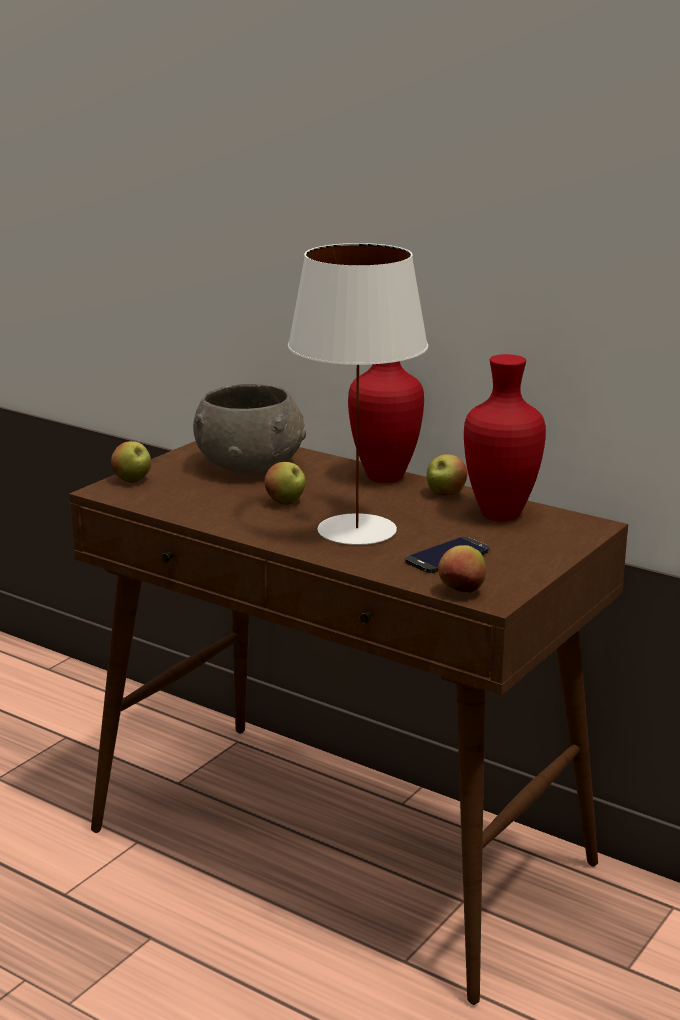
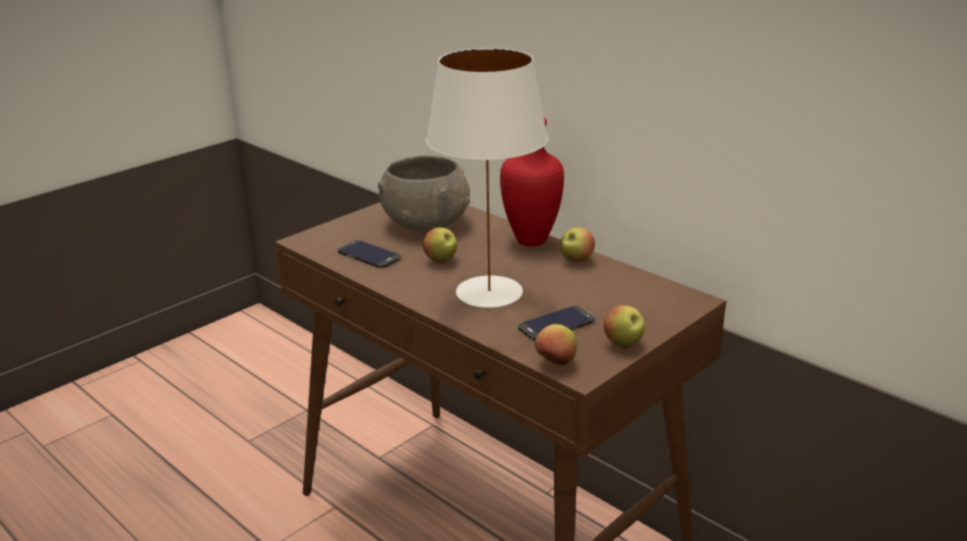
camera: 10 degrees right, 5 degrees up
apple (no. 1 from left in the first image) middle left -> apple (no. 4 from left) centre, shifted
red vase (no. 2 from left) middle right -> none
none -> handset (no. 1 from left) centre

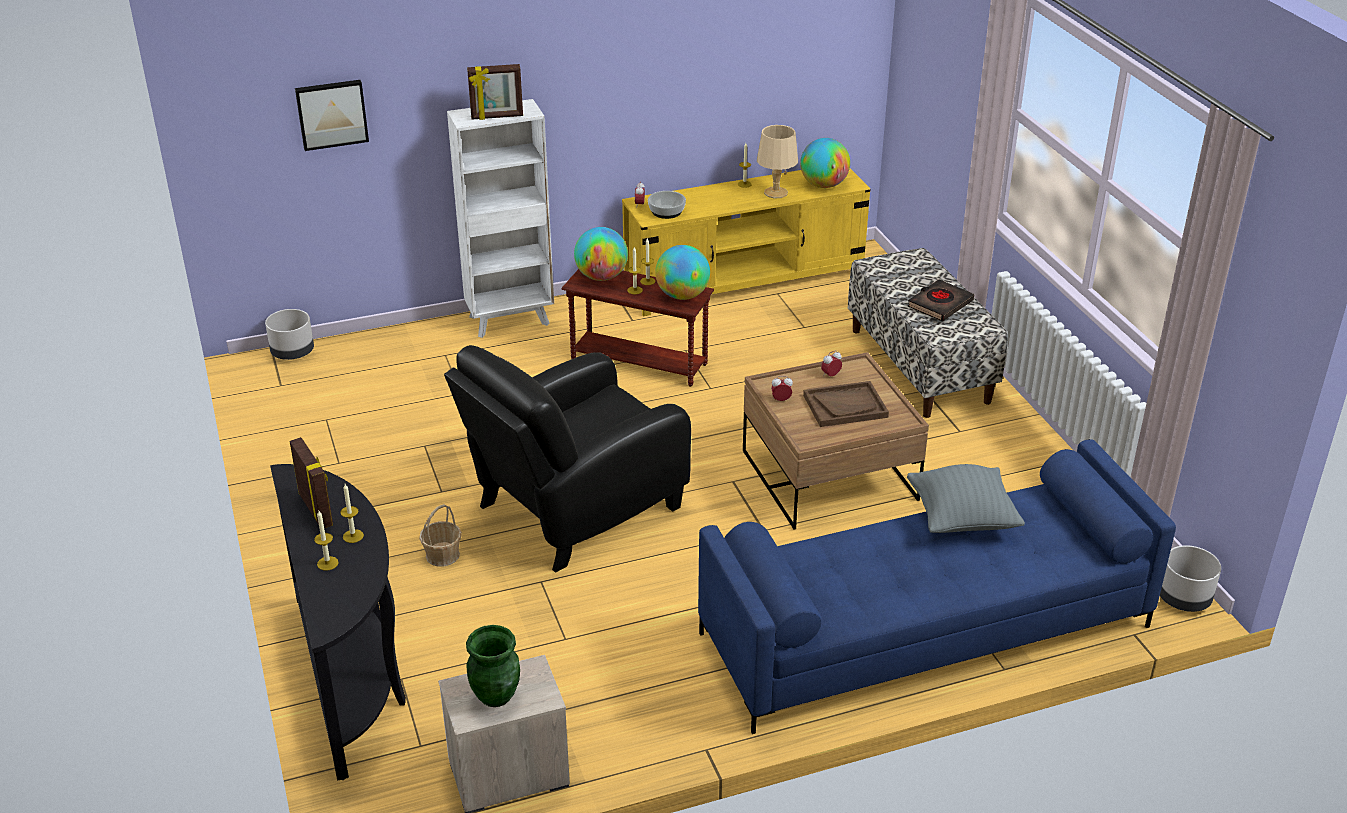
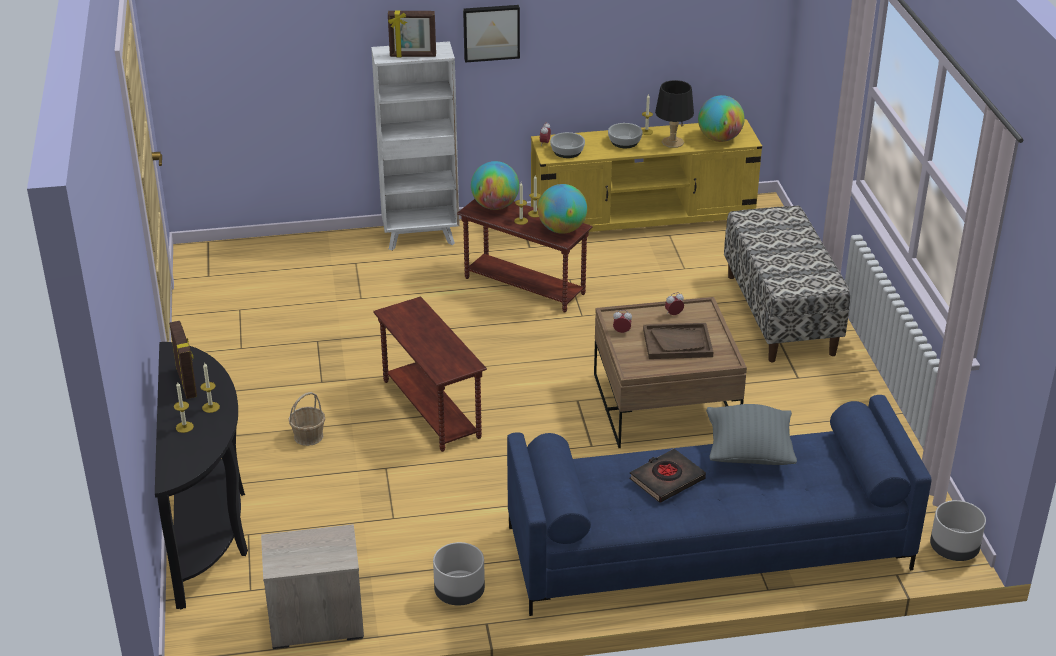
camera: 10 degrees right, 0 degrees up
gray plant pot (no. 1 from left) middle left -> gray plant pot (no. 1 from left) bottom centre, shifted
wall picture top left -> wall picture top centre, shifted
black-coloured easy chair centre -> brown-coloured accent table (no. 1 from left) centre
green vase bottom centre -> none
sand-coloured lamp for a table top centre -> black-coloured lamp for a table top centre
black-coloured bound book middle right -> black-coloured bound book bottom centre, shifted
none -> serving bowl (no. 2 from left) top centre

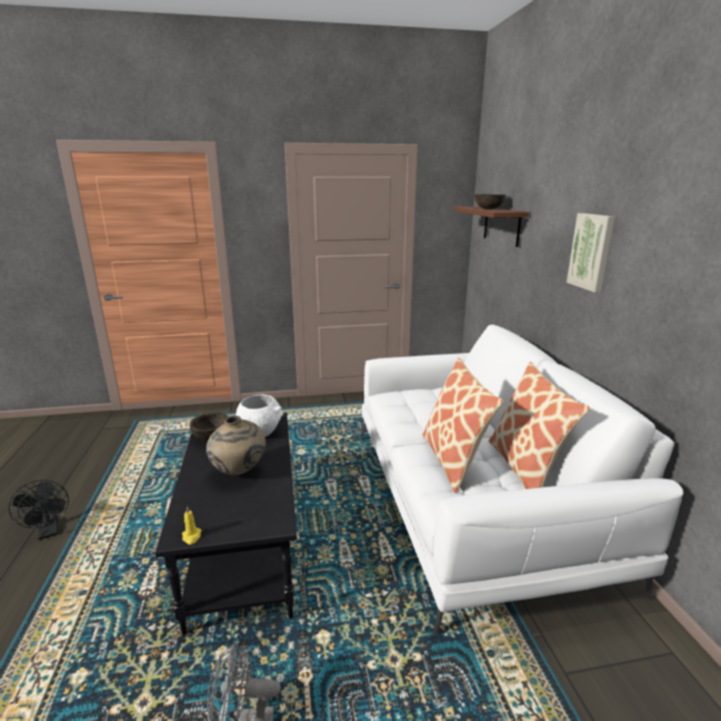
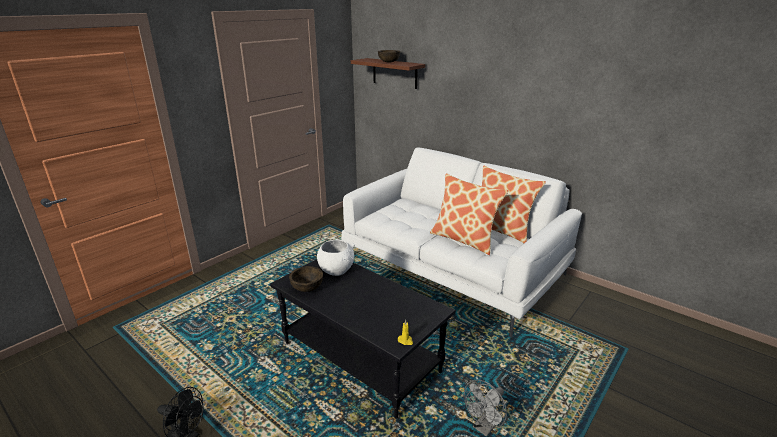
camera: 40 degrees left, 5 degrees up
sand-coloured vase middle left -> none
wall picture middle right -> none

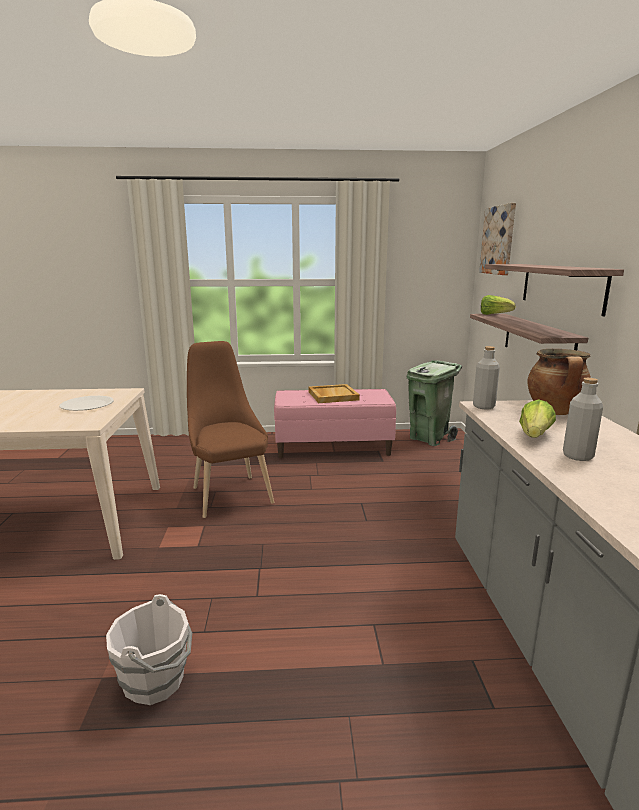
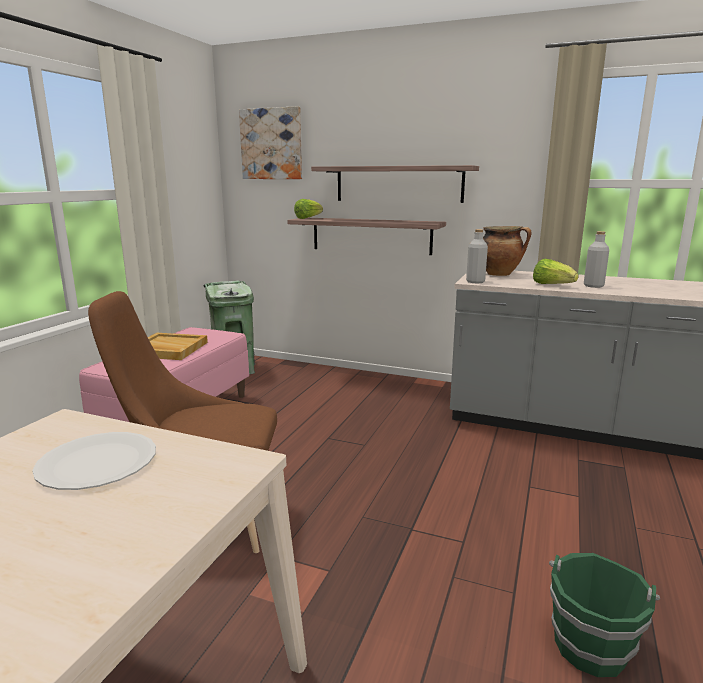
camera: 65 degrees left, 0 degrees up
white pail bottom left -> green pail bottom right

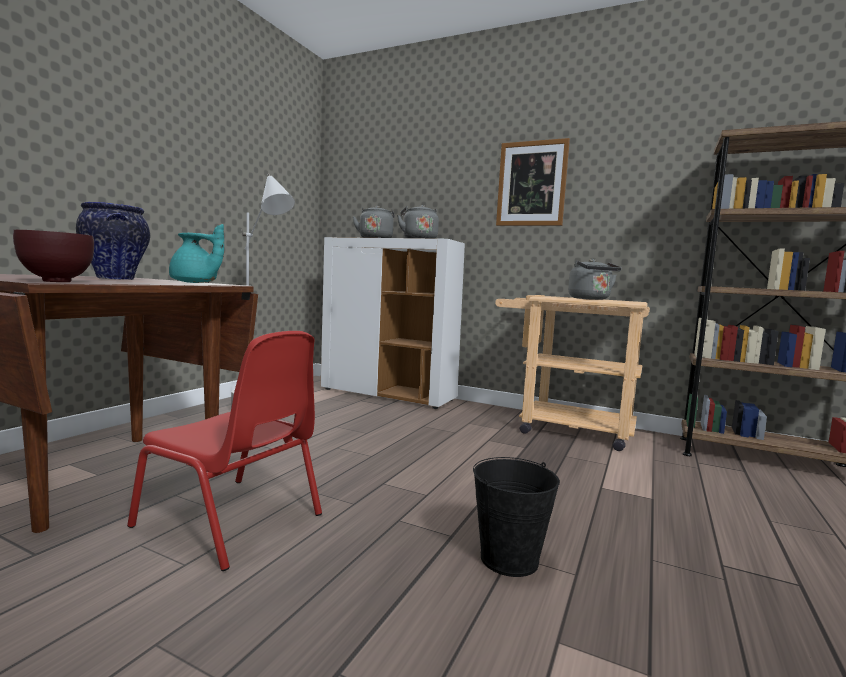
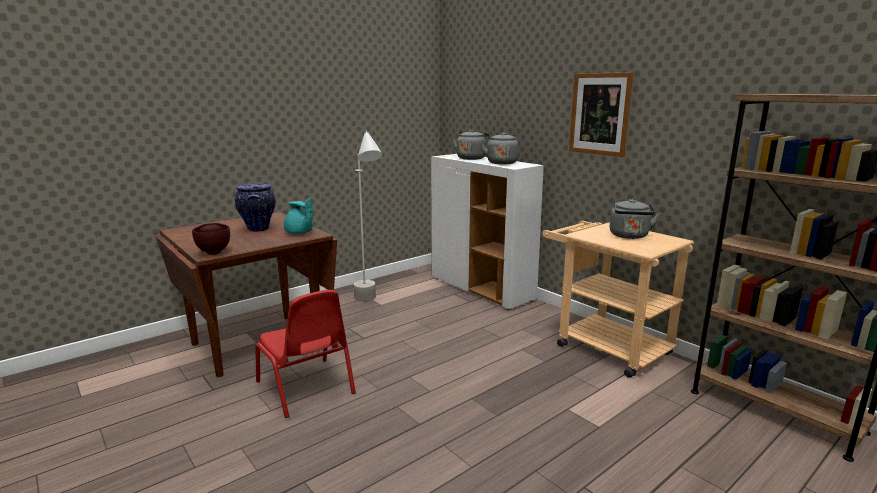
camera: 25 degrees right, 10 degrees up
black-coloured pail bottom centre -> none

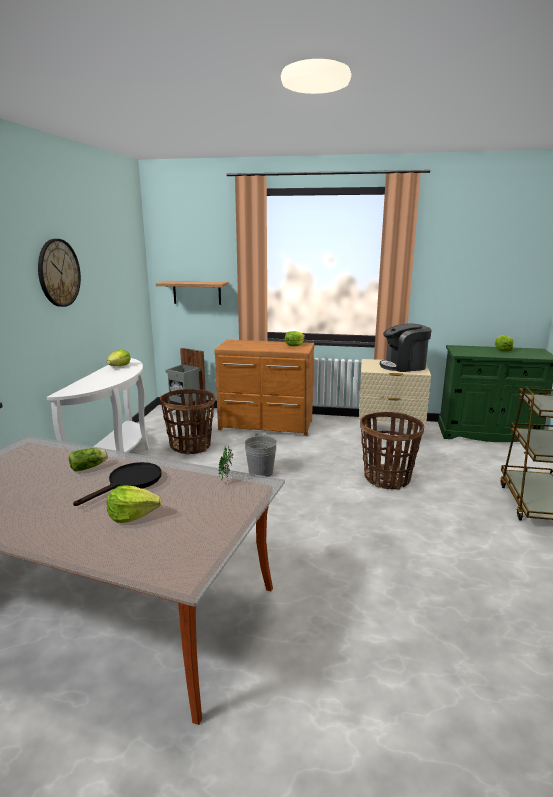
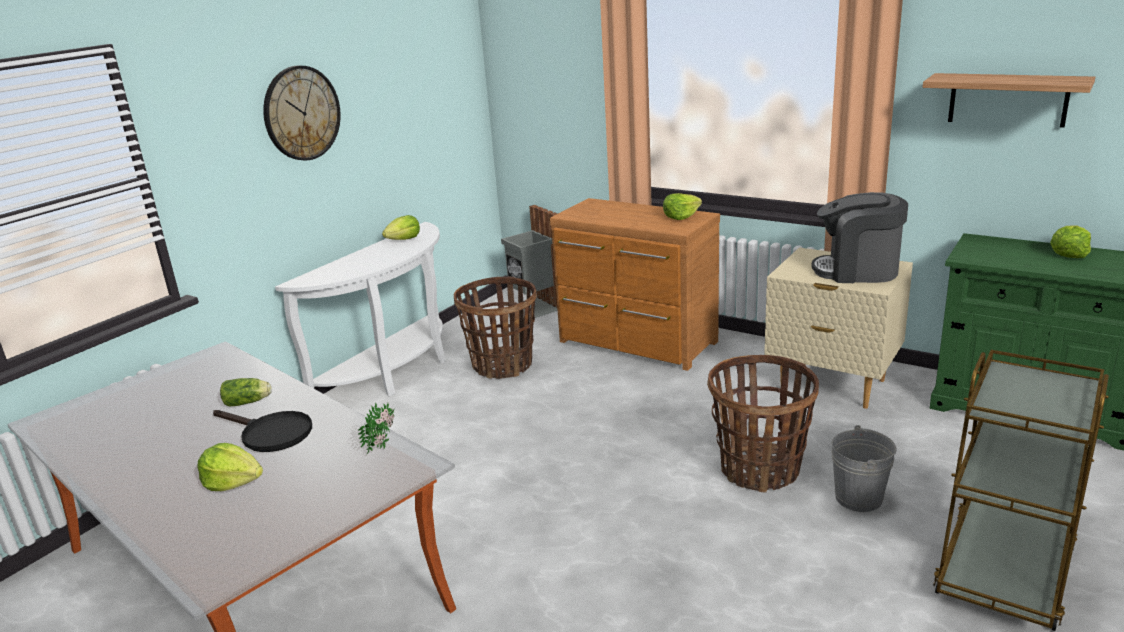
camera: 25 degrees right, 5 degrees up
black-coloured frying pan middle left -> black-coloured frying pan bottom left, 60 degrees clockwise
bracket shelf centre -> bracket shelf top right, shifted
gray pail centre -> gray pail bottom right, shifted

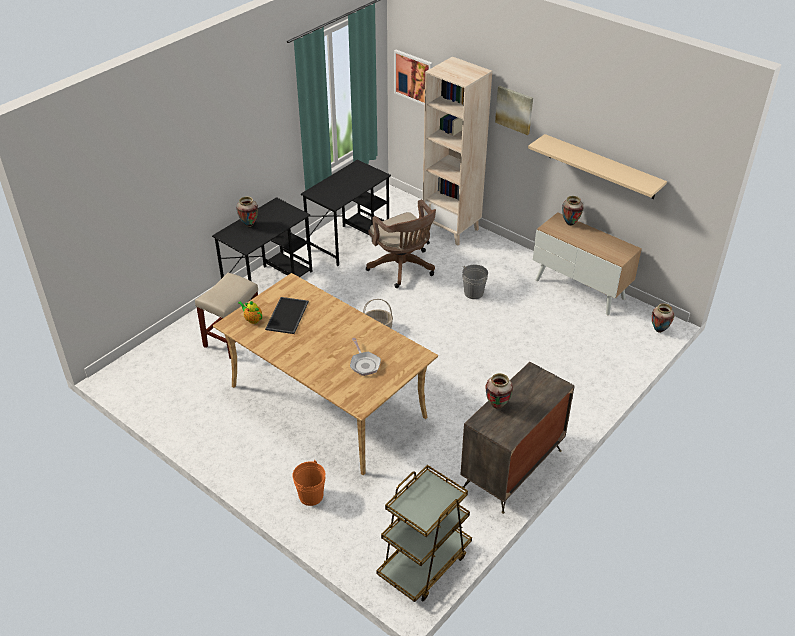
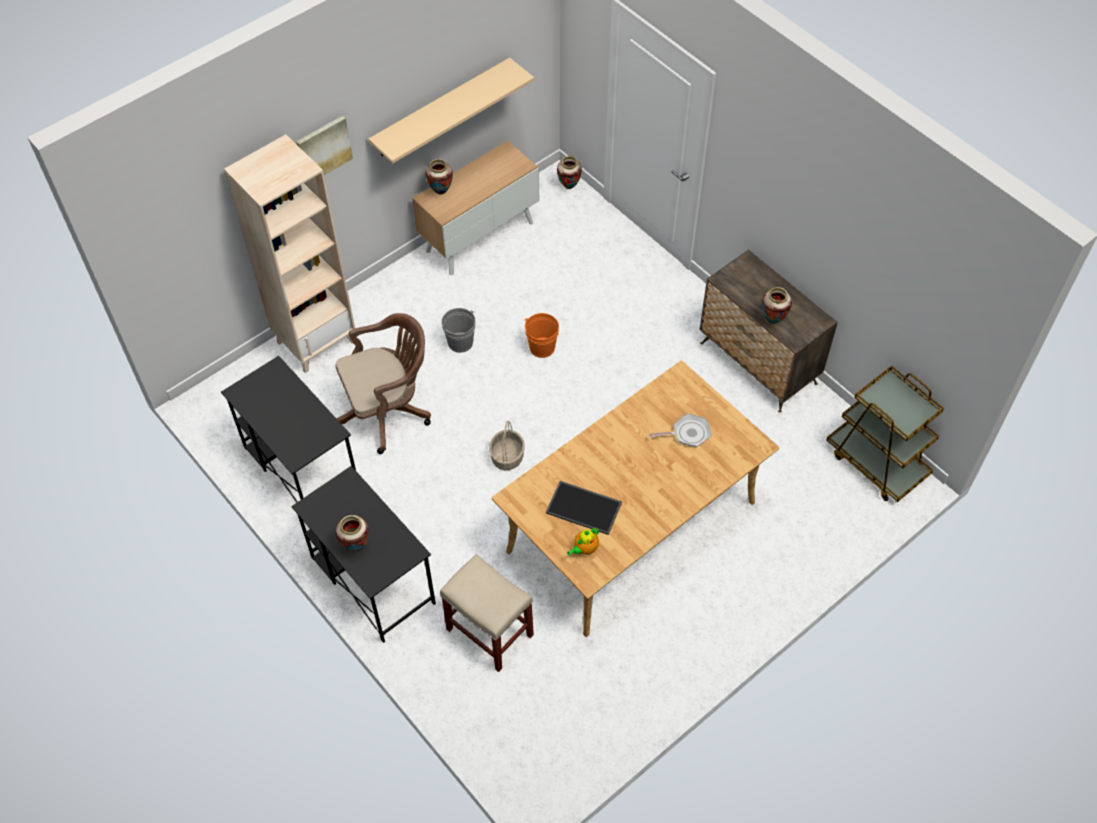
camera: 80 degrees left, 15 degrees up
orange pail bottom centre -> orange pail centre, shifted
wall picture (no. 1 from left) top centre -> none

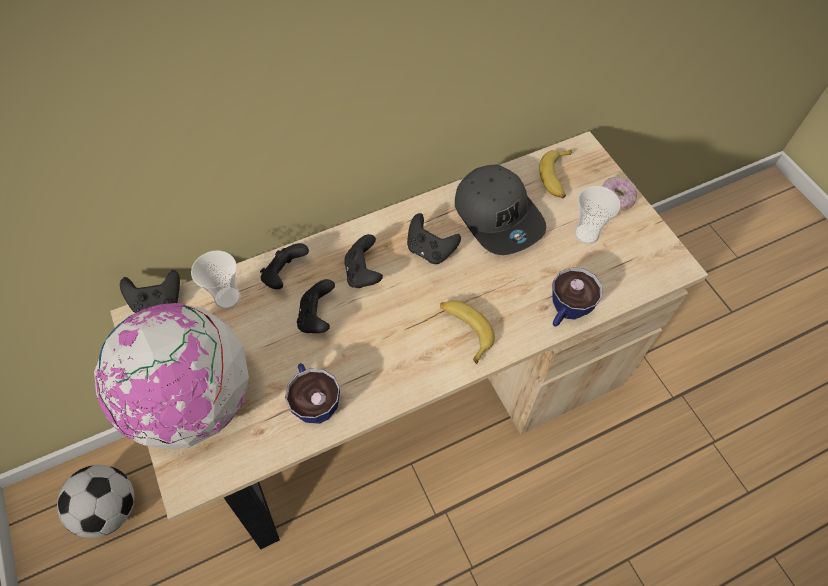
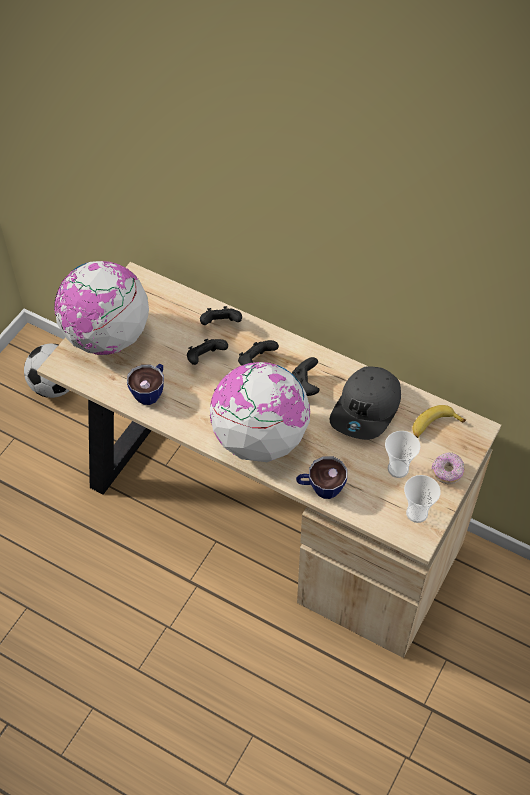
camera: 55 degrees right, 5 degrees down
black-coloured game controller (no. 1 from left) middle left -> none
cup (no. 1 from left in the first image) middle left -> cup (no. 4 from left) middle right, shifted
banana fruit (no. 1 from left) centre -> desk globe (no. 2 from left) centre

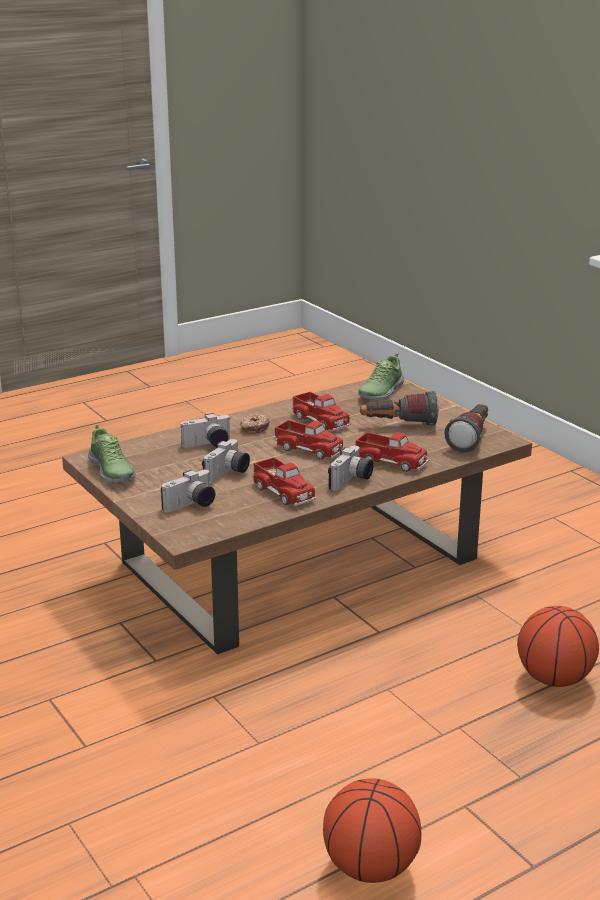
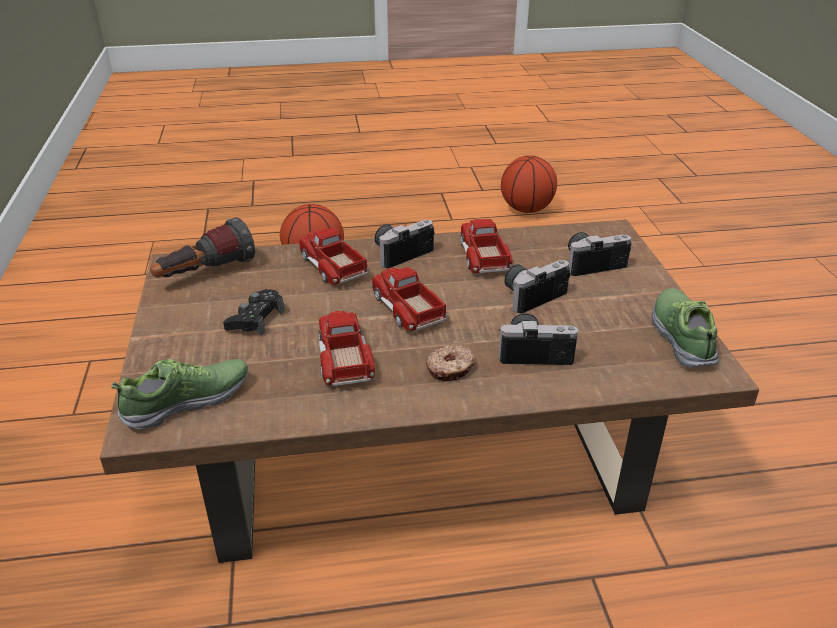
camera: 155 degrees left, 10 degrees up
hand torch (no. 1 from left) centre -> black-coloured game controller middle left

